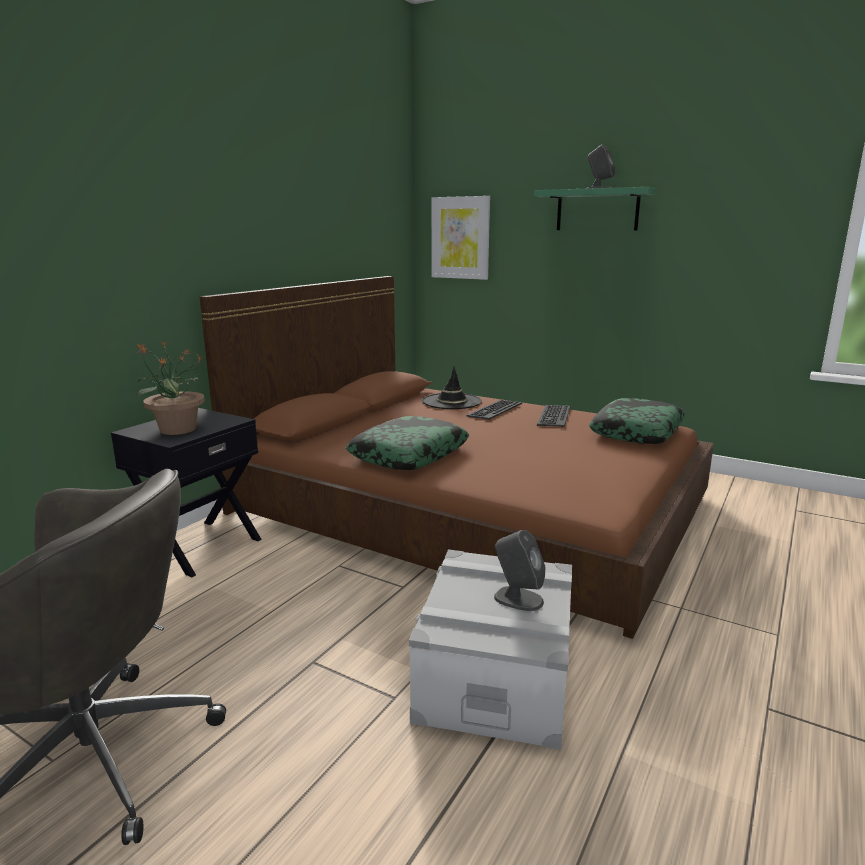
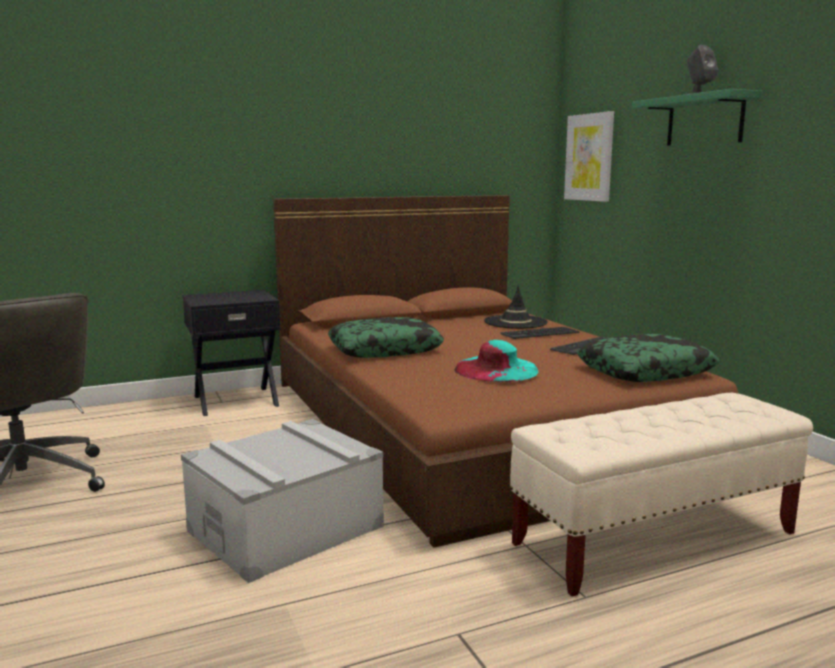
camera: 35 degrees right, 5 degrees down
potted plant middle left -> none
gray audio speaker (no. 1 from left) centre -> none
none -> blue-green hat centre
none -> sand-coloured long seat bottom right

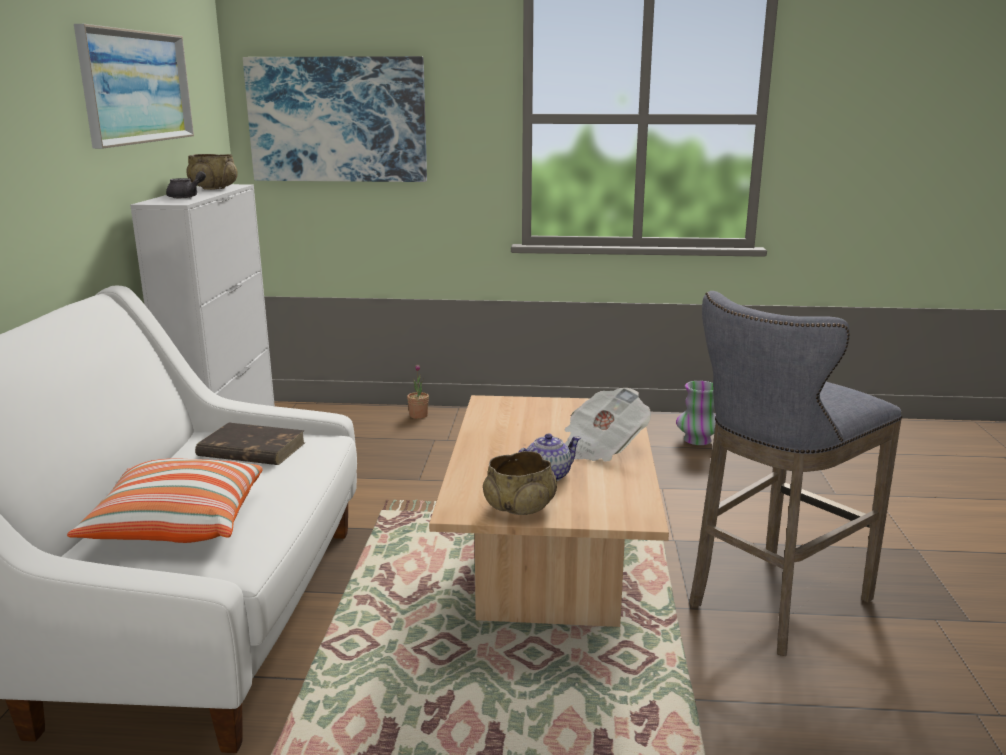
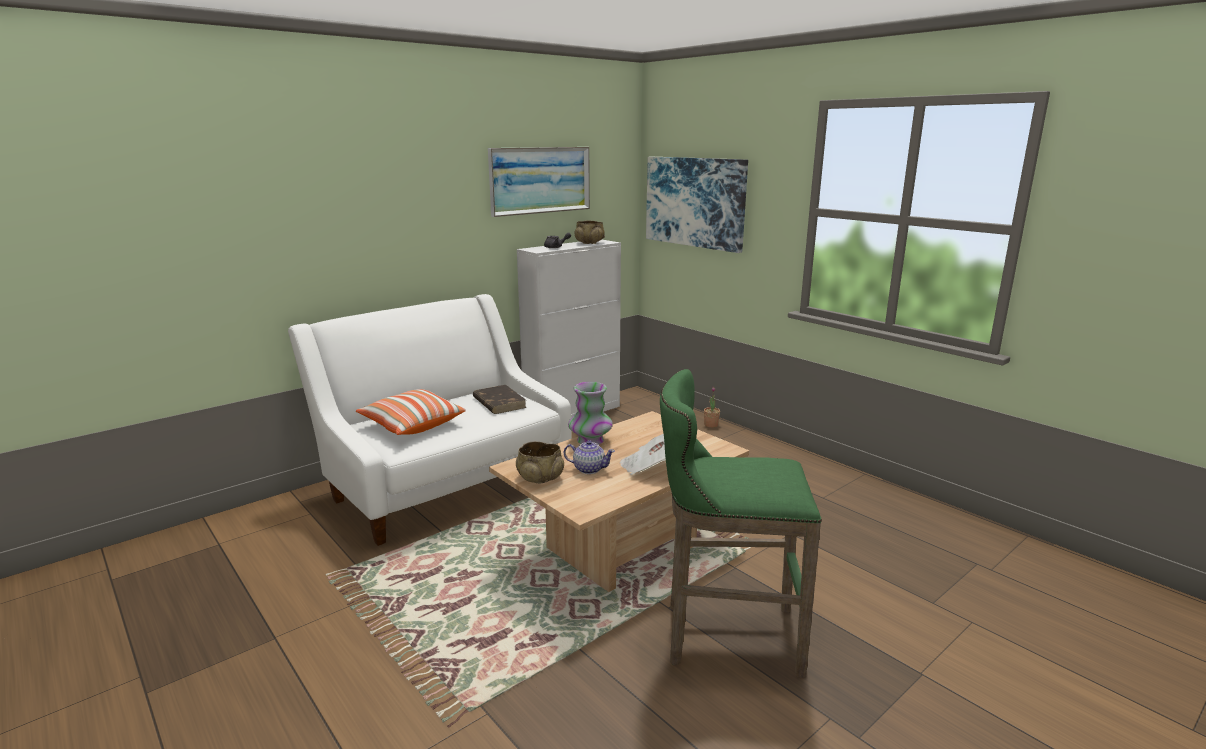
camera: 45 degrees right, 0 degrees up
vase middle right -> vase centre, shifted
gray stool middle right -> green stool bottom centre

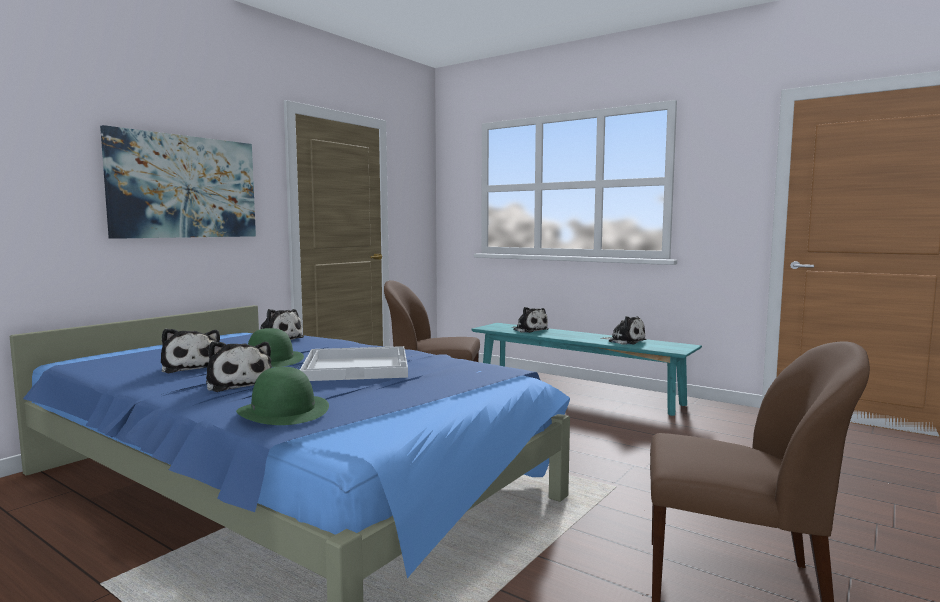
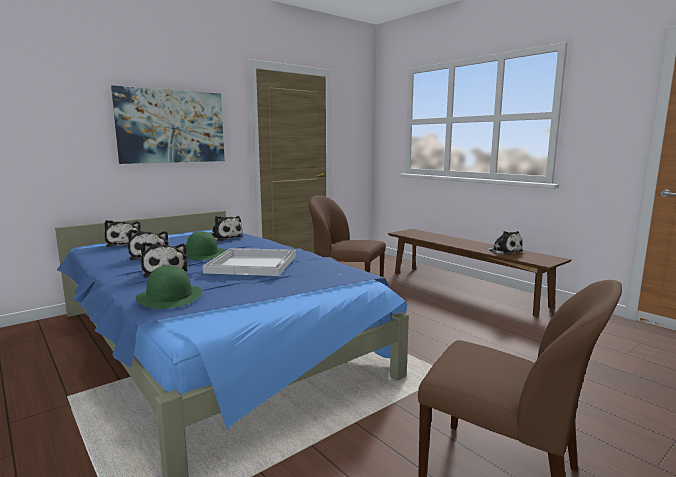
camera: 15 degrees right, 5 degrees up
blue-green long seat centre -> brown-coloured long seat middle right
soft toy (no. 4 from left in the first image) centre -> soft toy (no. 1 from left) middle left, shifted

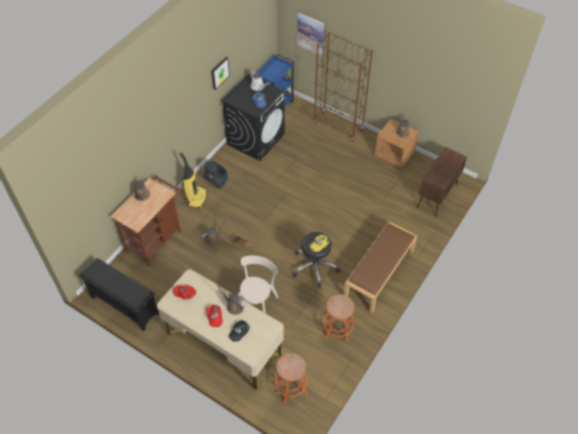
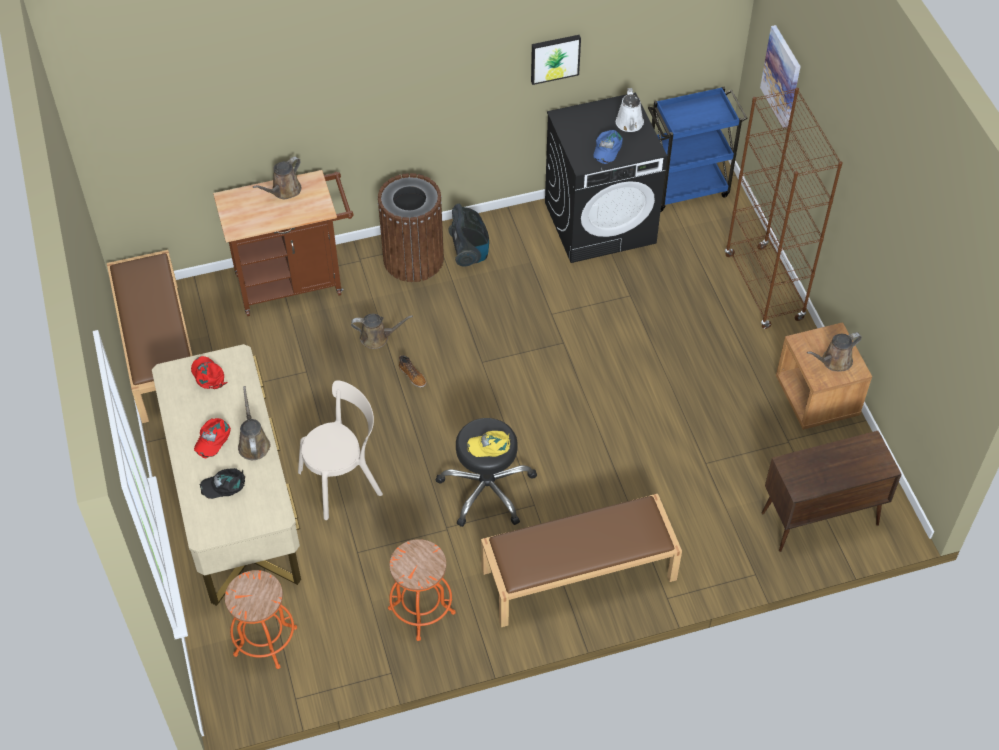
camera: 40 degrees right, 0 degrees up
black-coloured shoe rack bottom left -> brown-coloured long seat (no. 1 from left) middle left
vacuum (no. 1 from left) centre -> brown-coloured rubbish bin top centre

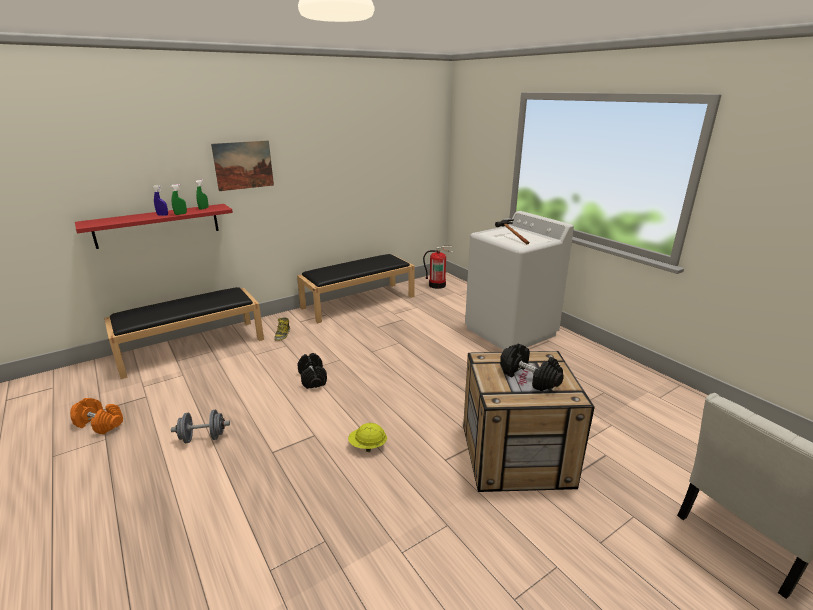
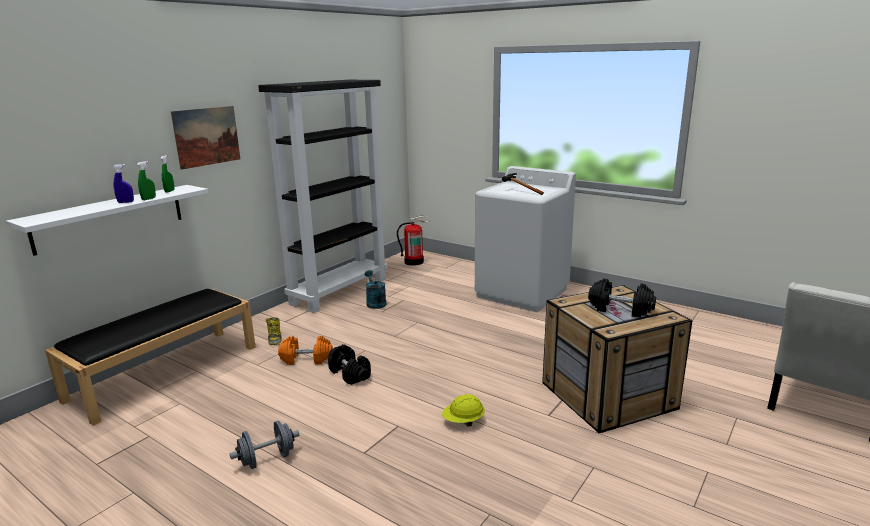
camera: 20 degrees left, 5 degrees down
orange hand weight bottom left -> orange hand weight centre, shifted
red bracket shelf middle left -> white bracket shelf middle left
black-coloured long seat (no. 2 from left) centre -> black-coloured bookshelf centre
none -> blue-green watering can centre

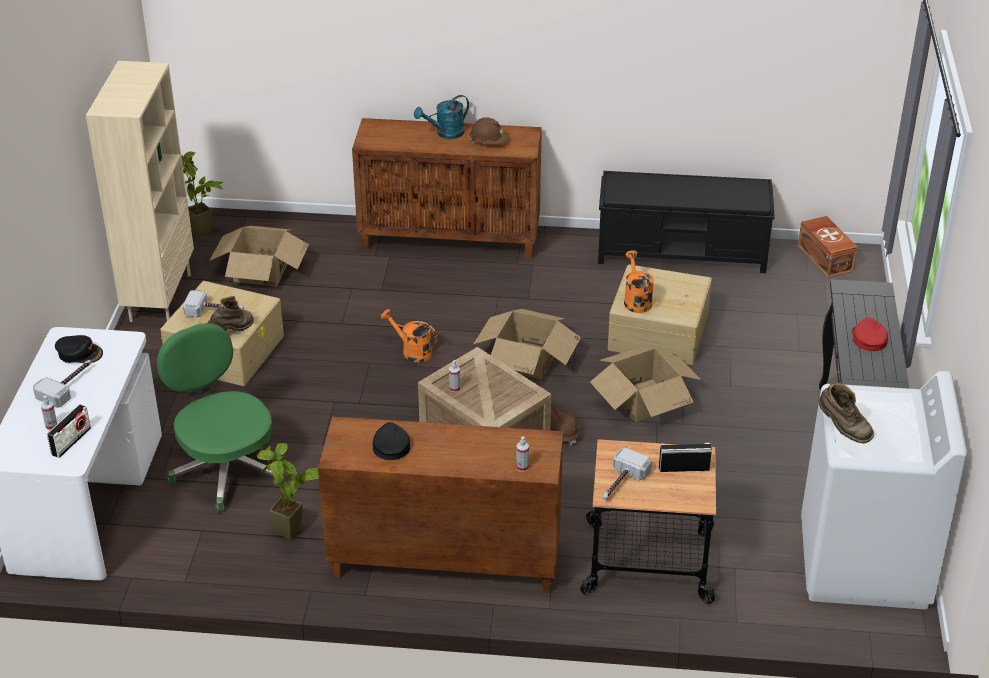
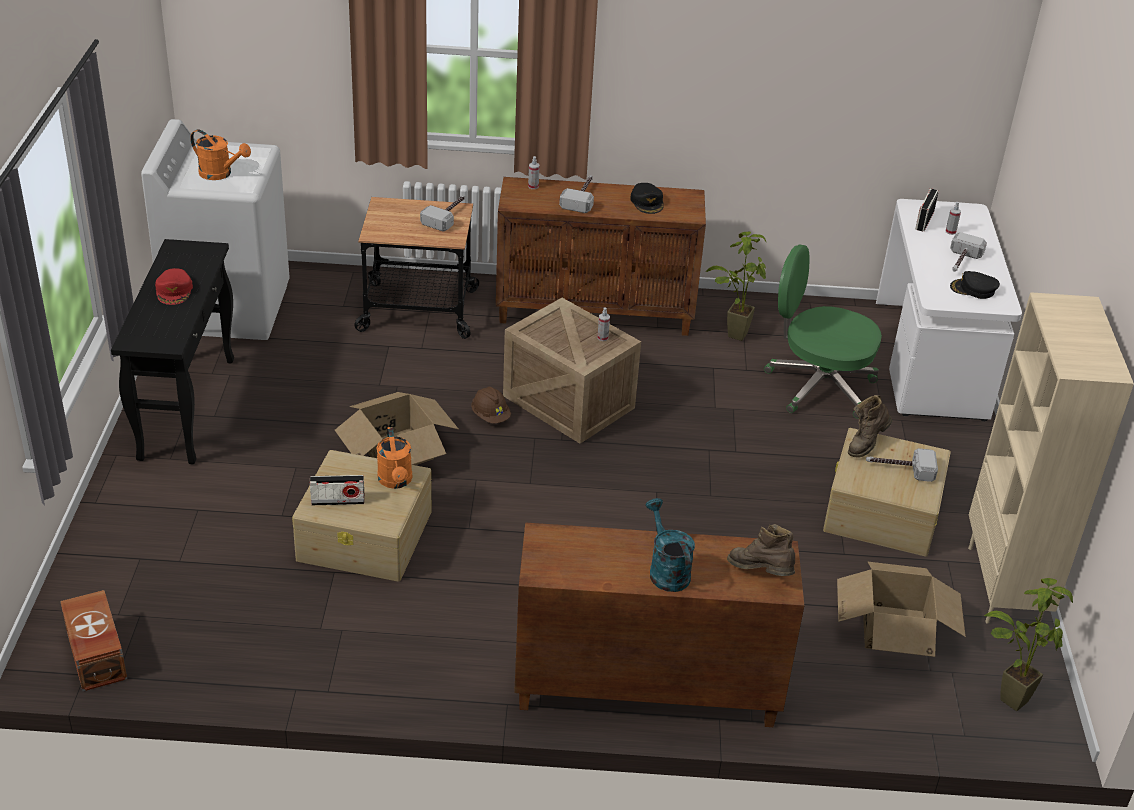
camera: 175 degrees right, 0 degrees up
green computer chair middle left -> green computer chair middle right, 150 degrees clockwise
orange watering can (no. 1 from left) centre -> orange watering can (no. 1 from left) top left, shifted
blue-green watering can top centre -> blue-green watering can bottom centre, 75 degrees counterclockwise
brown-coloured safety helmet (no. 1 from left) top centre -> none
packing box (no. 2 from left) centre -> none
black-coloured long seat top right -> none
radio (no. 2 from left in the first image) bottom right -> radio (no. 1 from left) middle left, shifted
brown-coloured boot (no. 2 from left in the first image) middle right -> brown-coloured boot (no. 1 from left) bottom right, shifted
none -> hammer (no. 2 from left) top centre

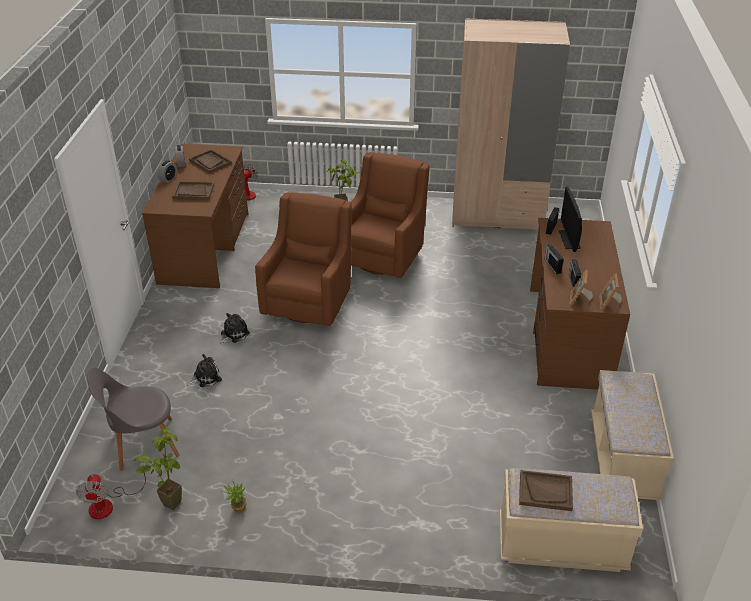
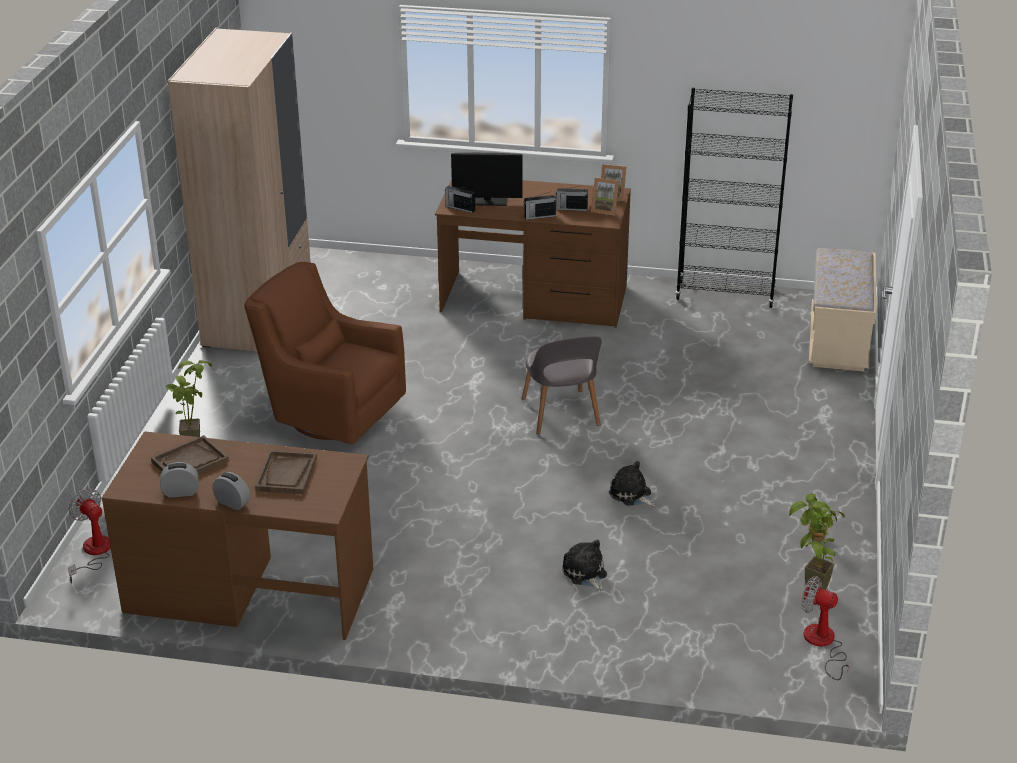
camera: 85 degrees left, 5 degrees down
electric fan (no. 1 from left in the first image) bottom left -> electric fan (no. 2 from left) bottom right, 150 degrees counterclockwise
gray plain chair bottom left -> gray plain chair centre, shifted
soft toy (no. 2 from left) middle left -> soft toy (no. 2 from left) centre, shifted
brown-coloured easy chair (no. 1 from left) centre -> none
brown-coloured carrying tray (no. 3 from left) bottom right -> none
sand-coloured long seat (no. 2 from left) bottom right -> black-coloured bookshelf top right

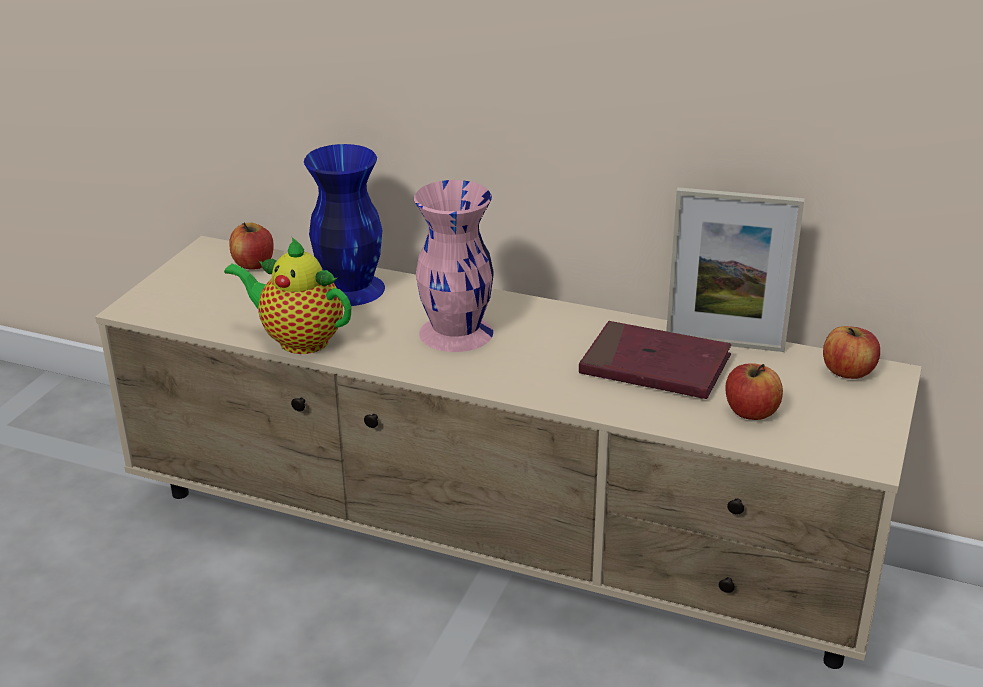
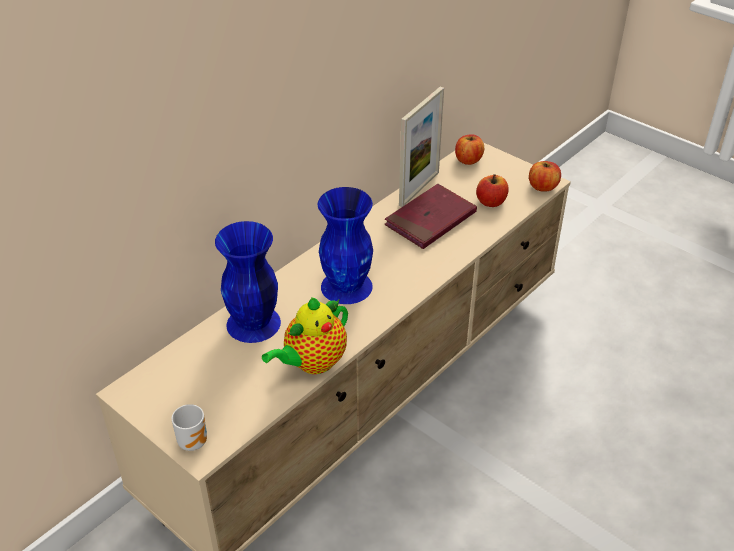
camera: 70 degrees left, 10 degrees up
apple (no. 1 from left in the first image) middle left -> apple (no. 3 from left) top right, shifted
pink-coloured vase centre -> blue-coloured vase (no. 2 from left) centre
none -> tea mug bottom left

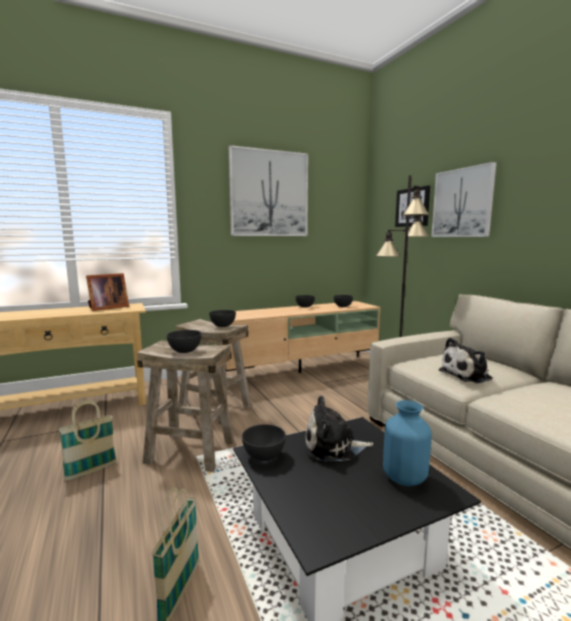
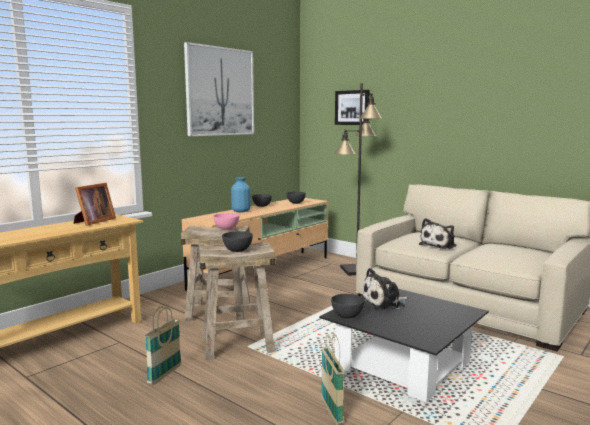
camera: 25 degrees left, 0 degrees up
gray serving bowl (no. 2 from left) centre -> pink-coloured serving bowl centre
blue-coloured vase bottom right -> blue-coloured vase centre, shifted
wall picture (no. 3 from left) top right -> none

